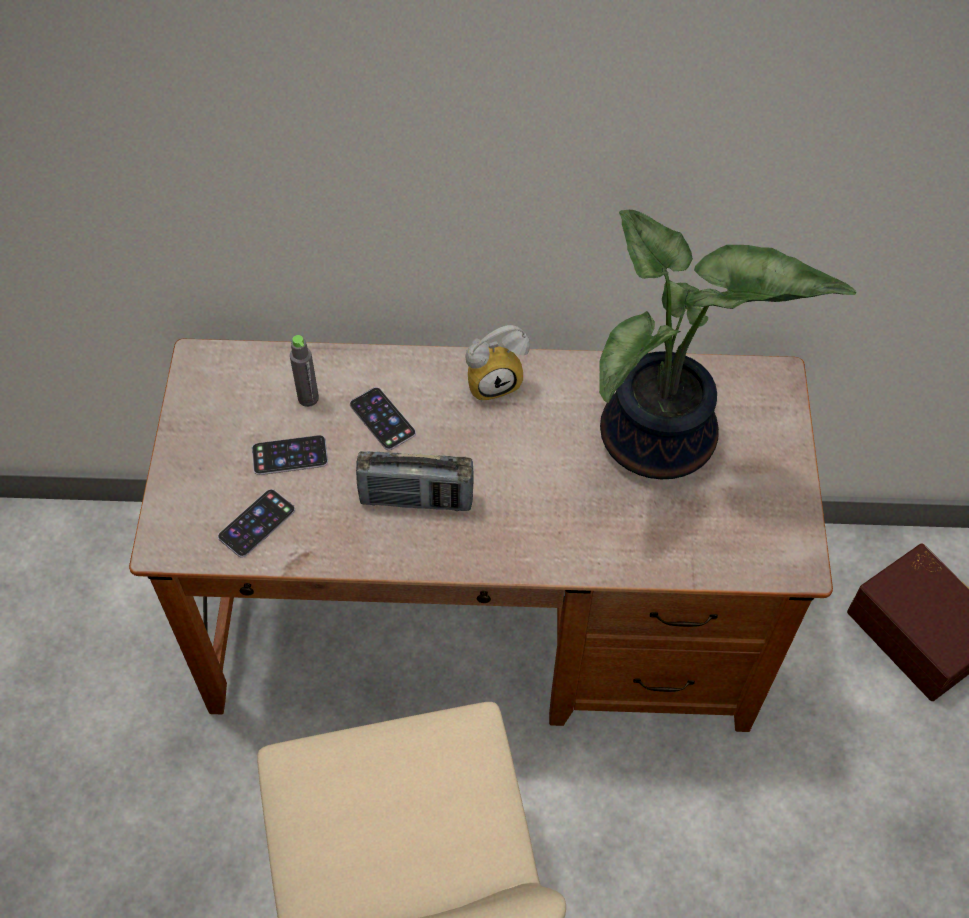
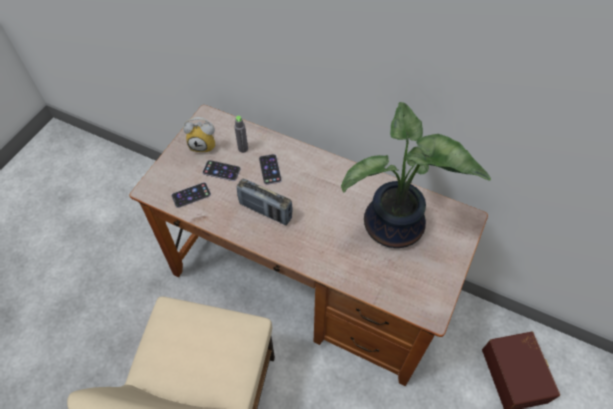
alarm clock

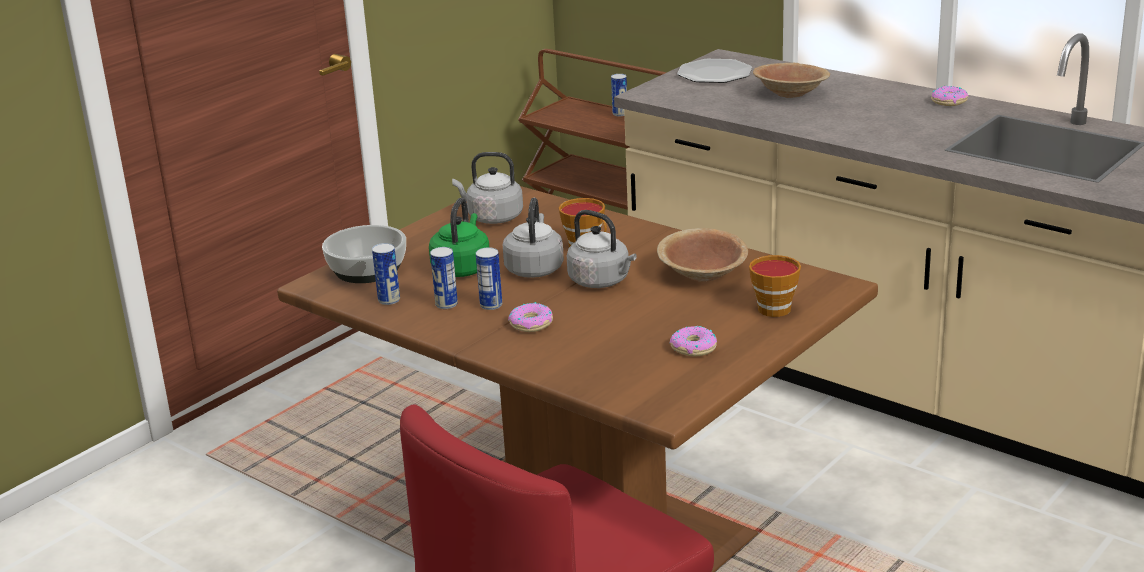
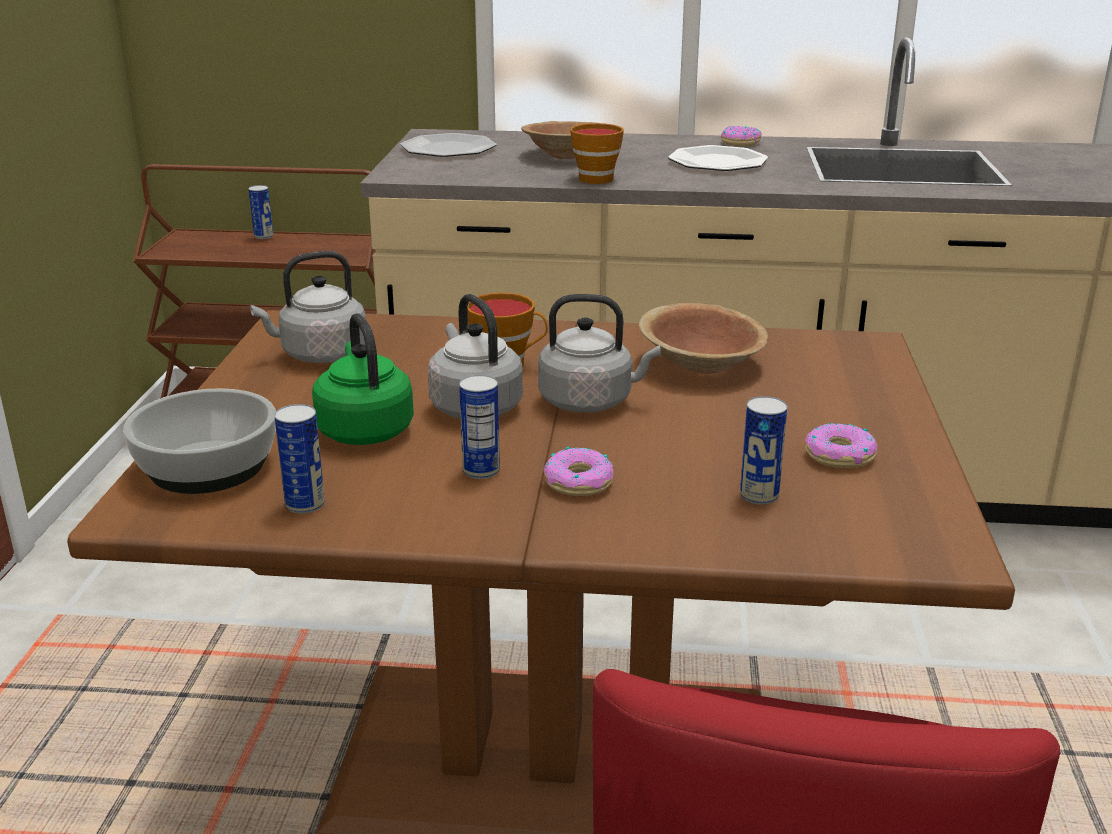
can (4th from left); drinking cup (2nd from left); dinner plate (2nd from left)

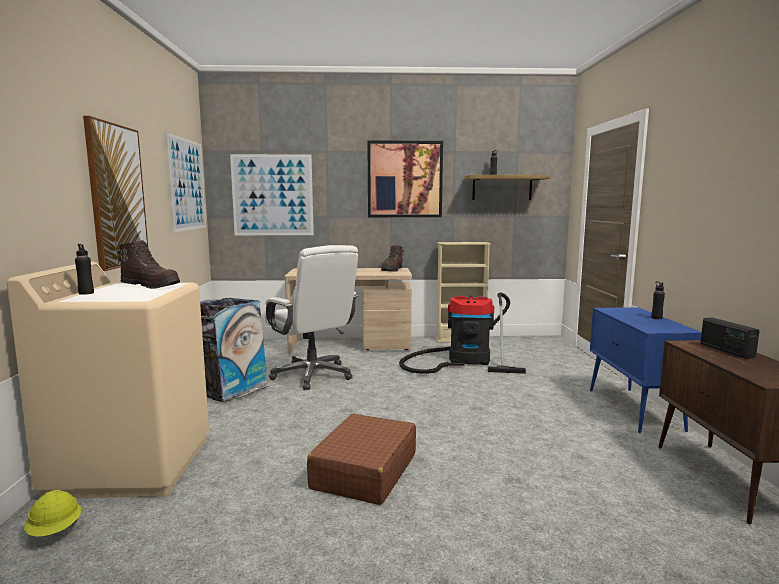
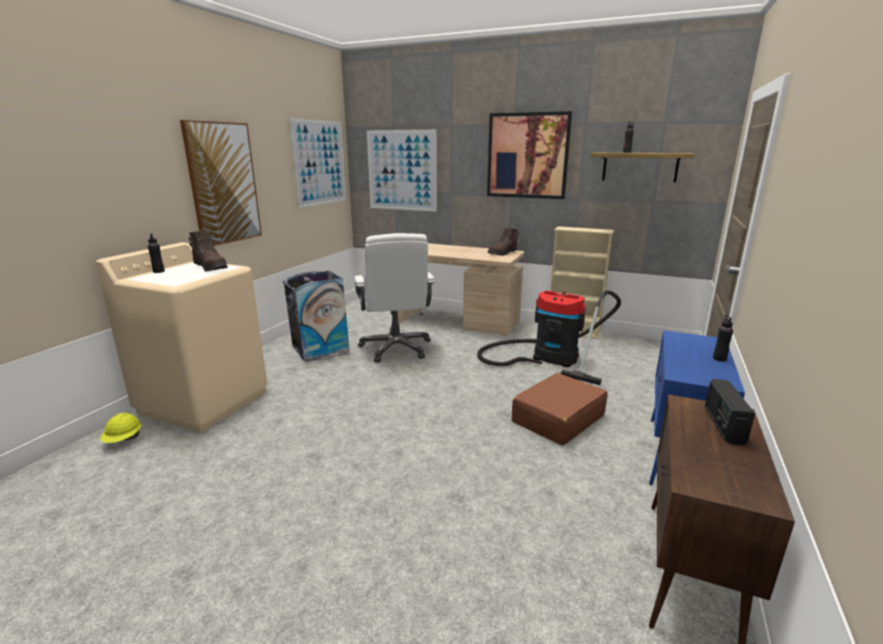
brownish travel case

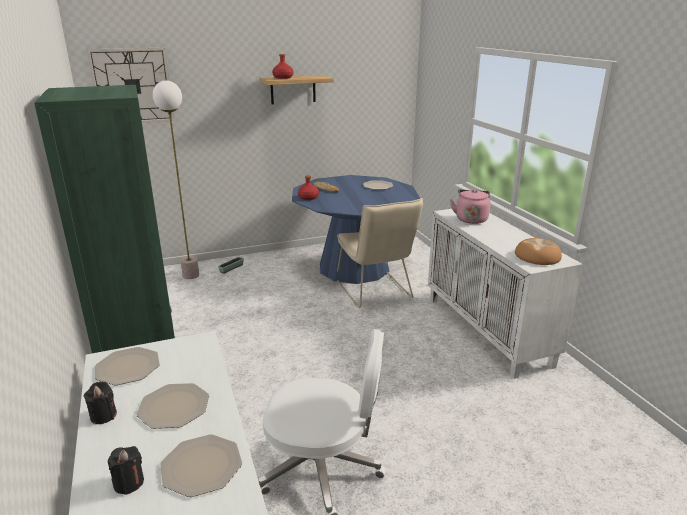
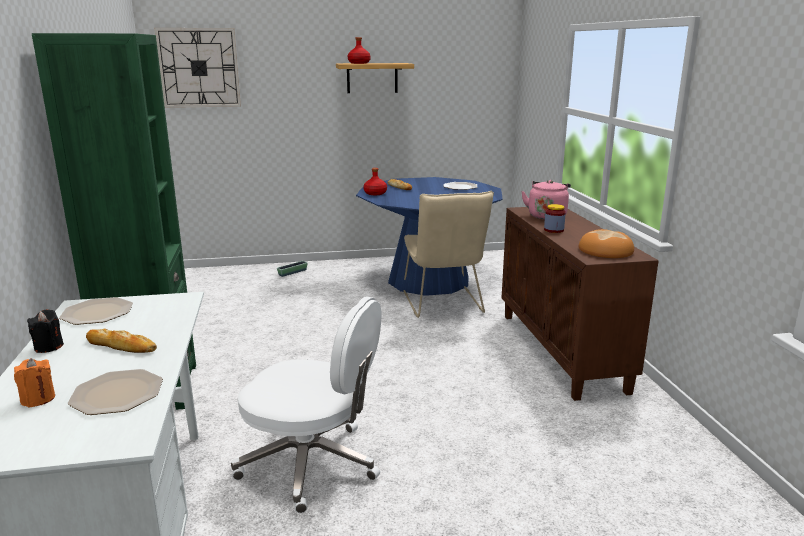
orange wax candle; baked bread (1st from left); standing lamp; brownish cabinet; preserve jar

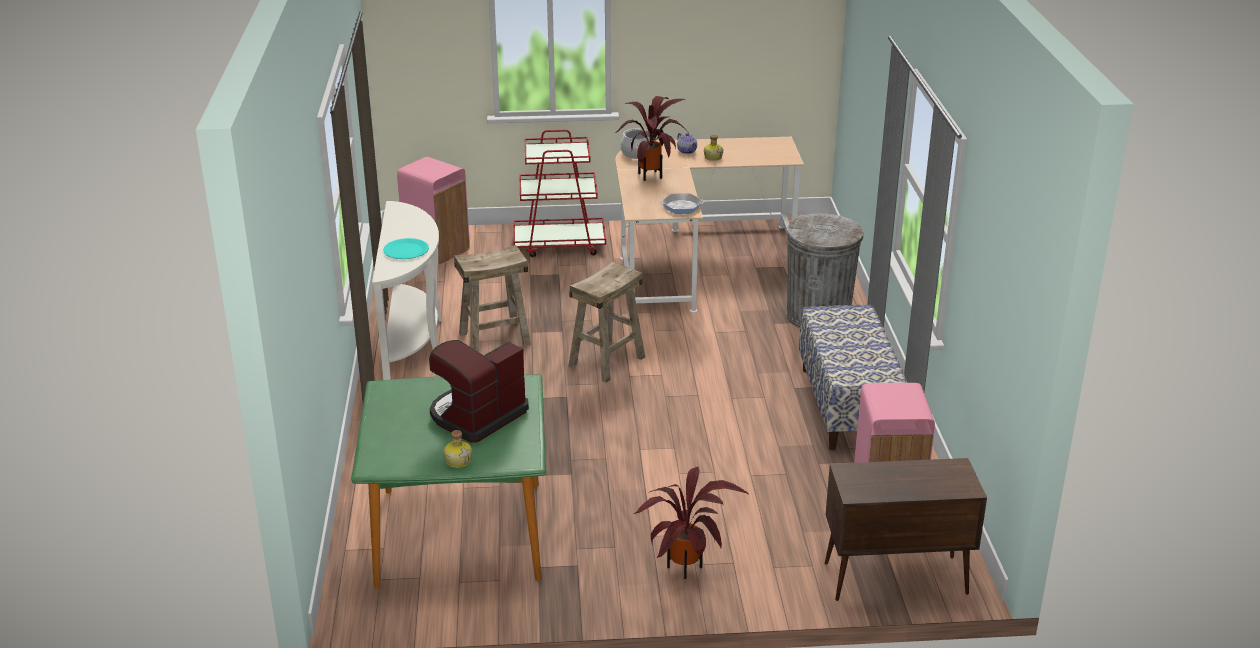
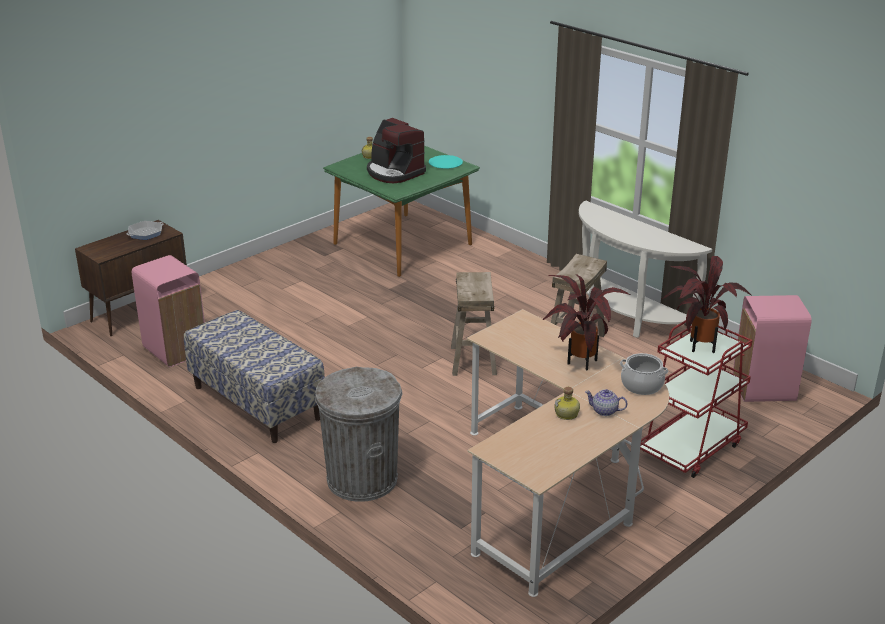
turquoise-coloured dinner plate; coffee maker; potted plant (2nd from left); frying pan

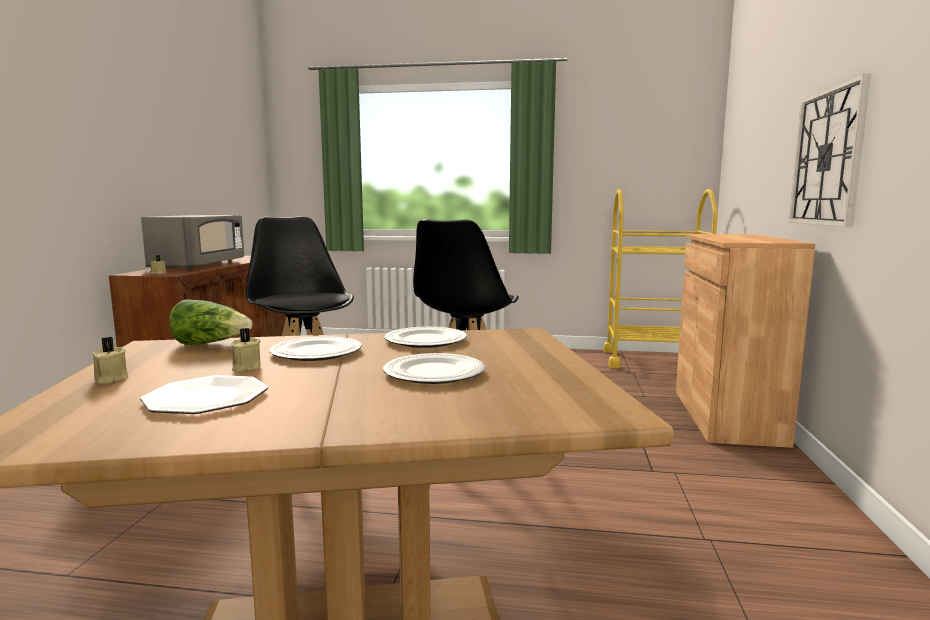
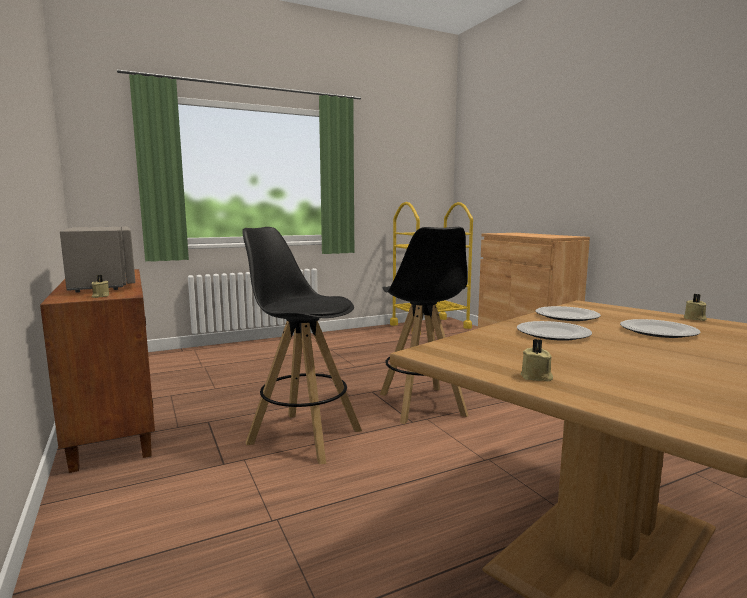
dinner plate (1st from left in the first image); lettuce head; sand-coloured wax candle (3rd from left); hanging clock

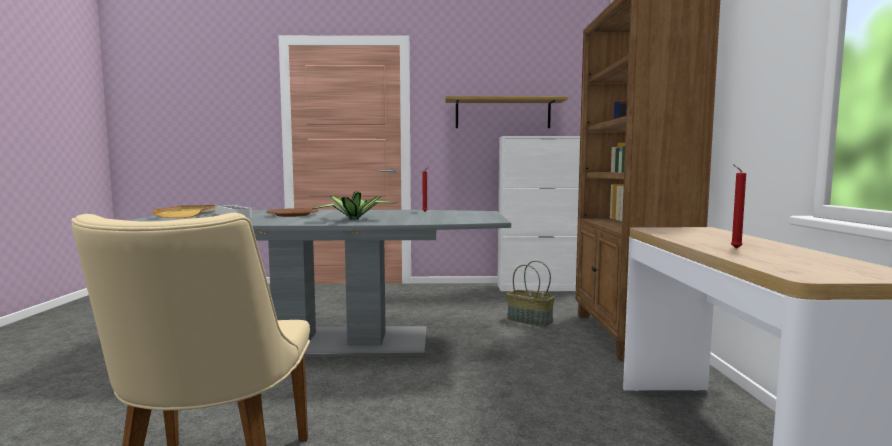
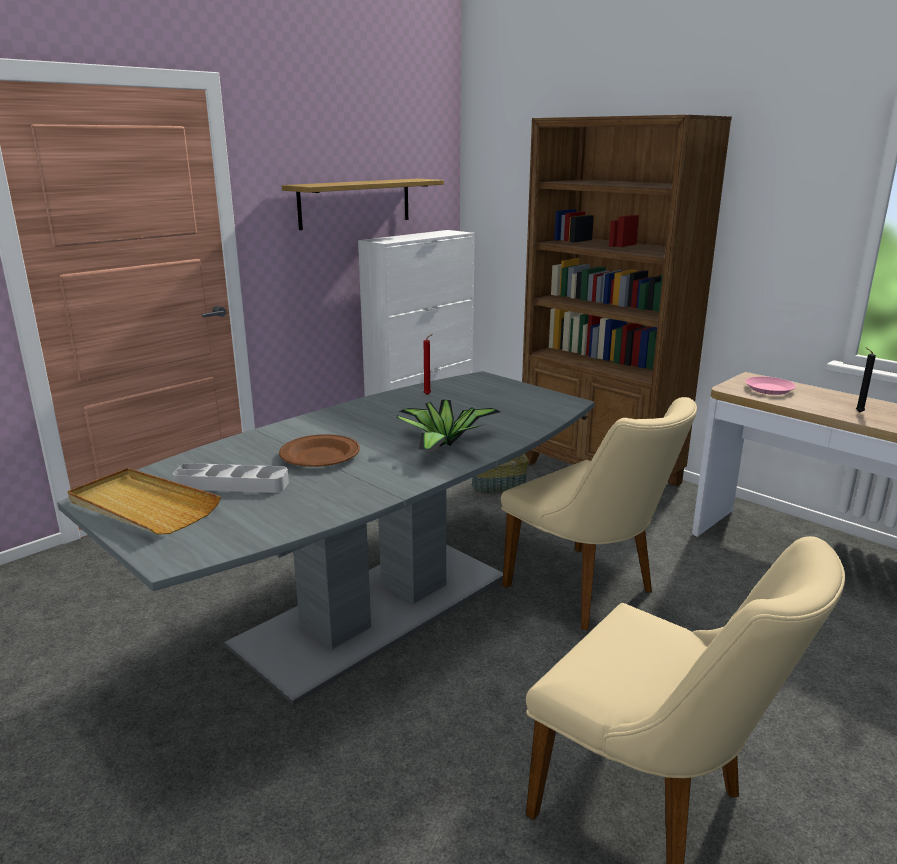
blackish wax candle; sand-coloured plain chair (1st from left); pinkish dinner plate

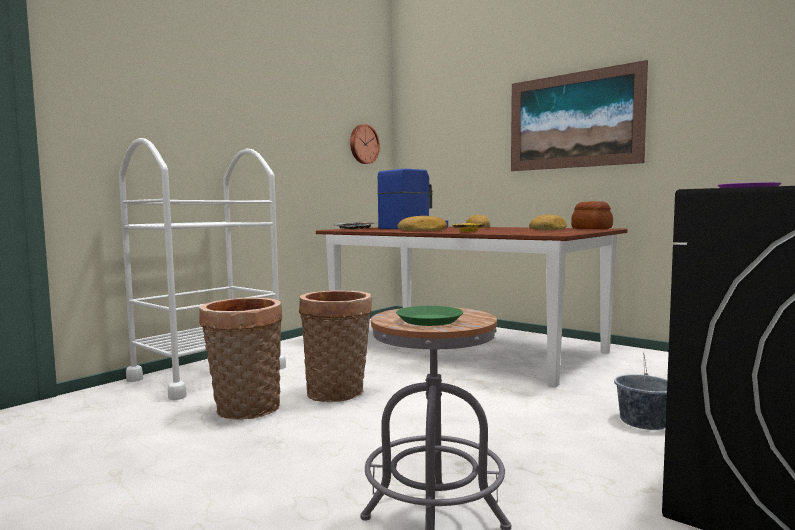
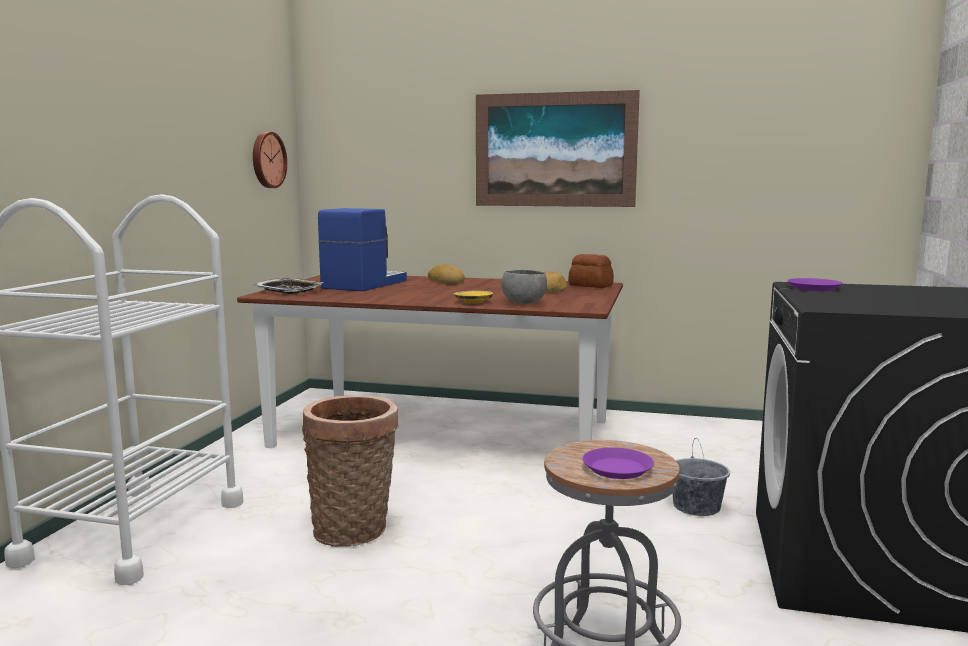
household basket (1st from left in the first image); purplish dinner plate (1st from left); baked bread (1st from left in the first image); greyish serving bowl

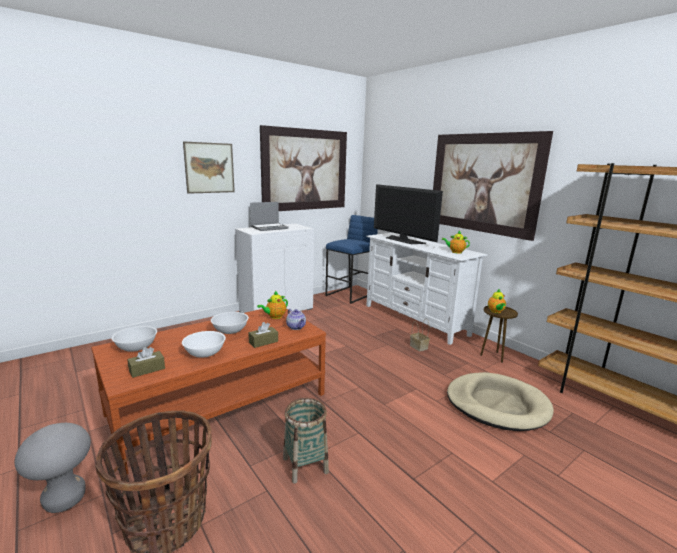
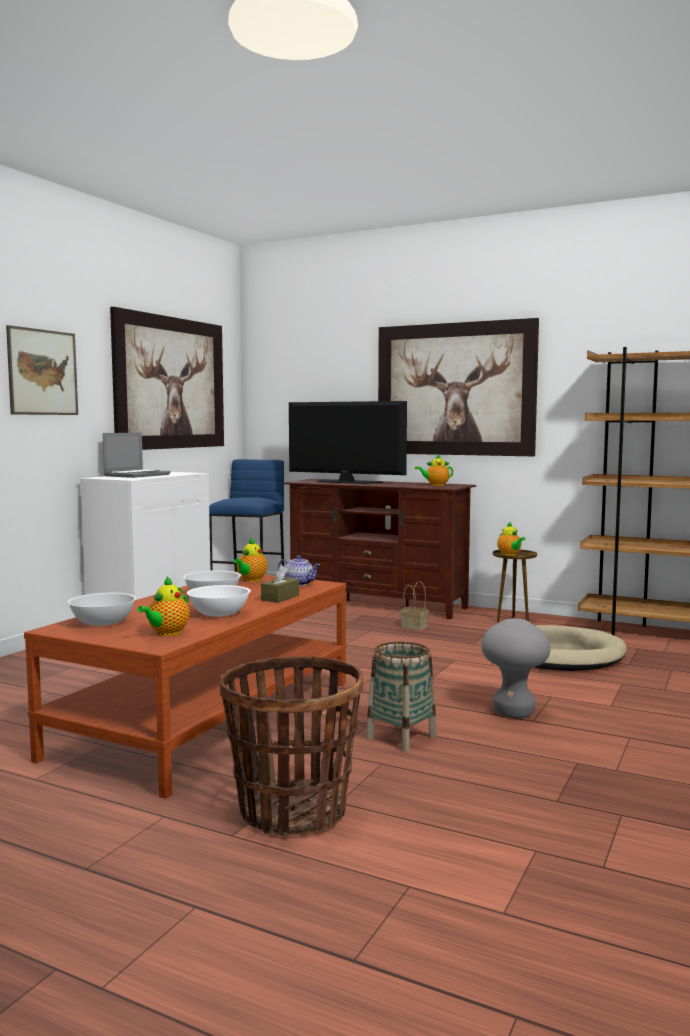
greyish stool; pot for tea (1st from left); brownish media console

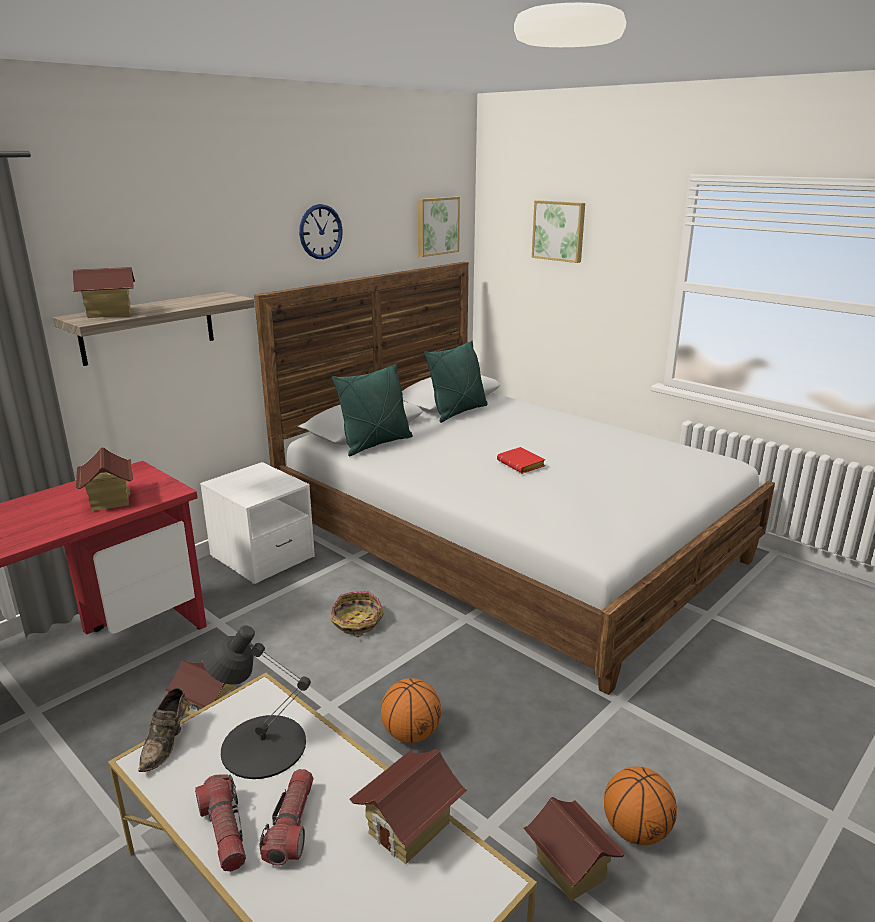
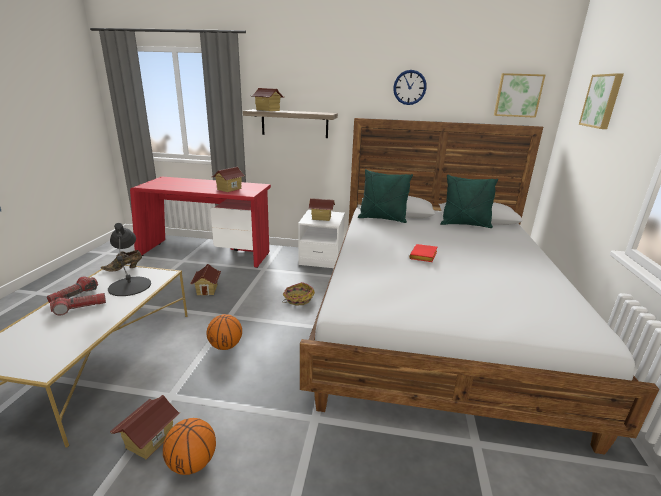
model house (5th from left)

